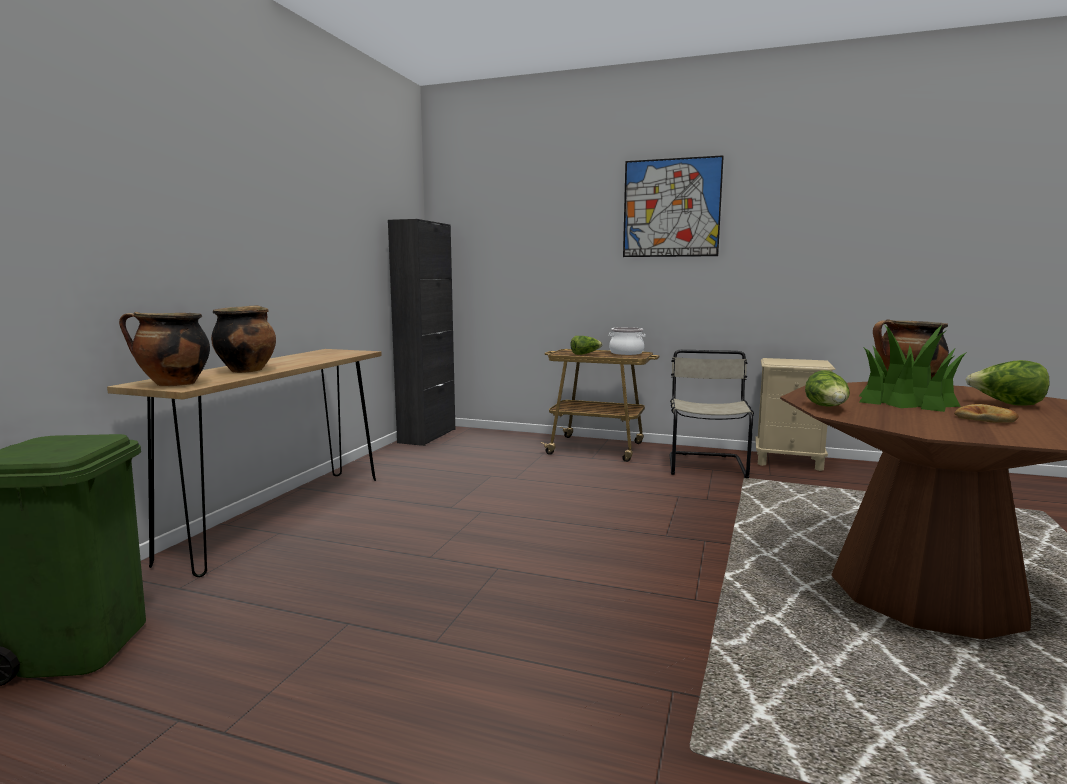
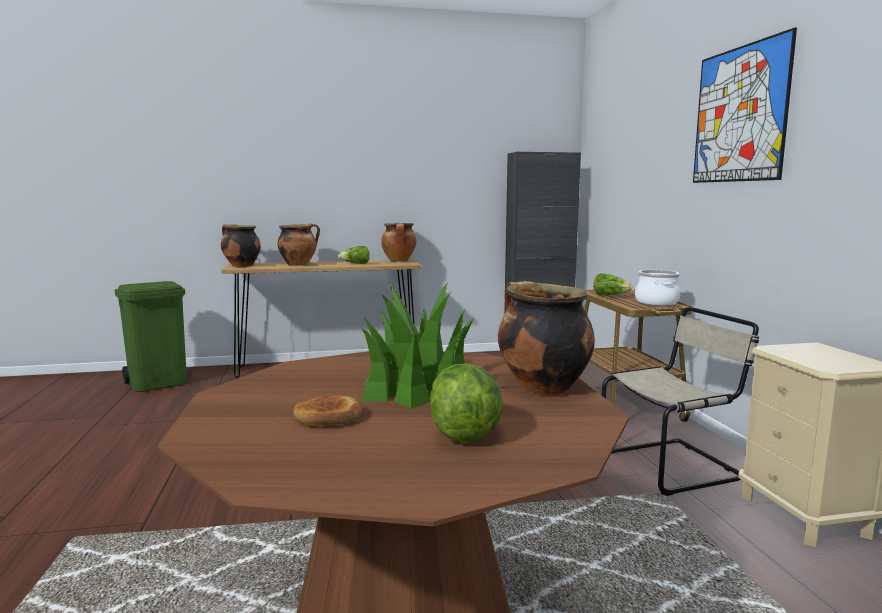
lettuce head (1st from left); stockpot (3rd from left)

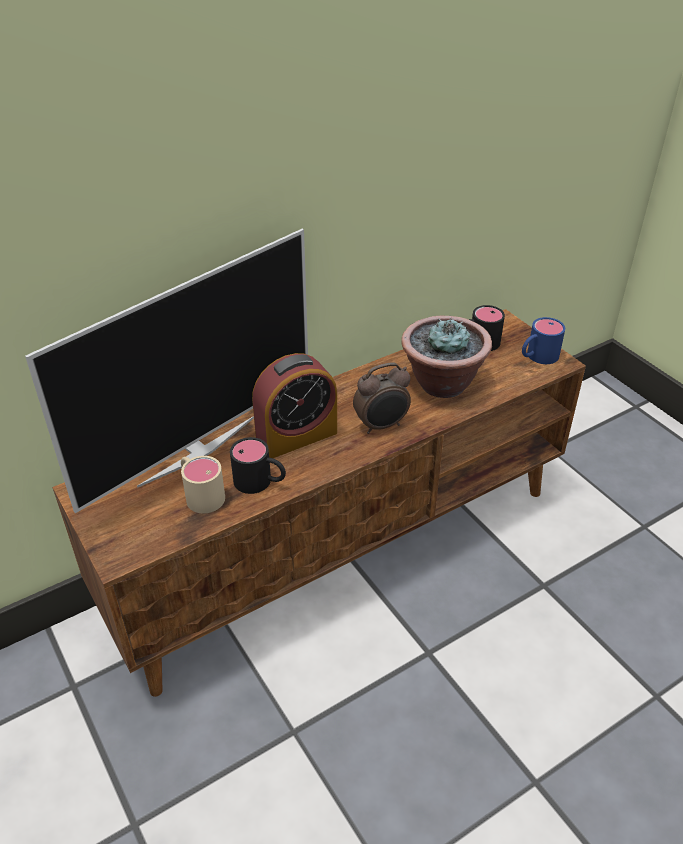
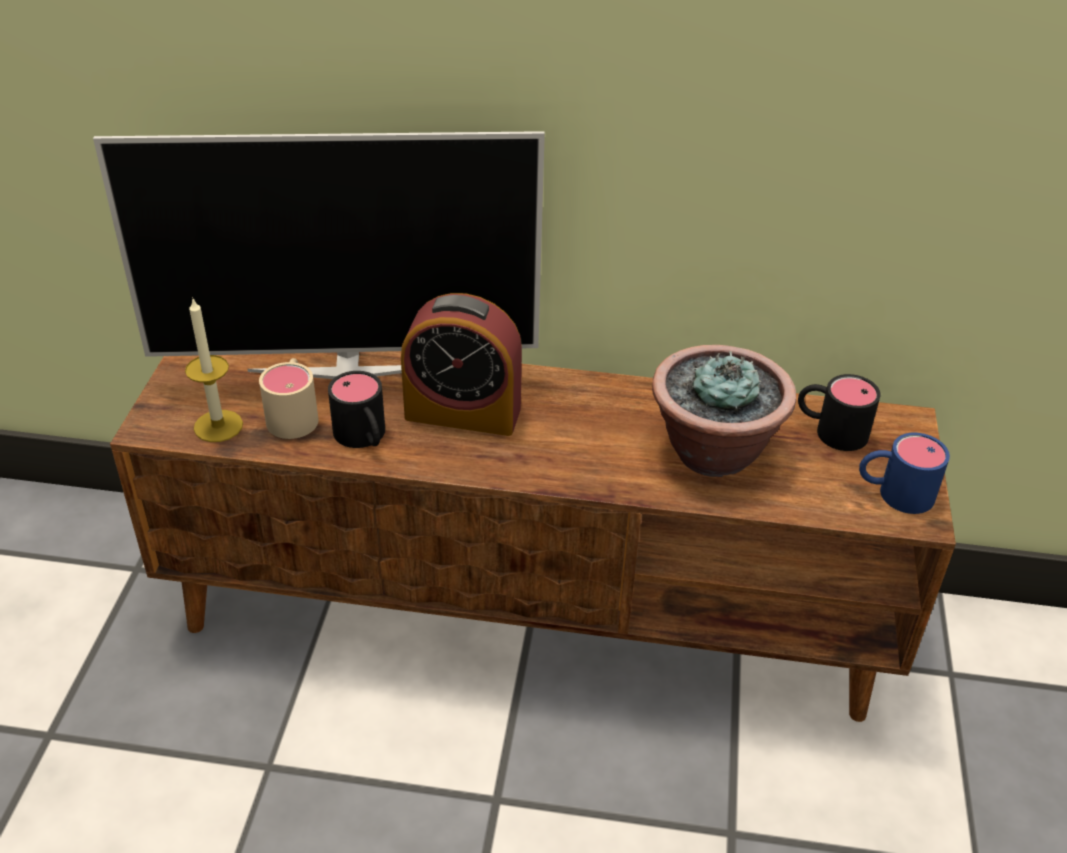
alarm clock (2nd from left in the first image); wax candle

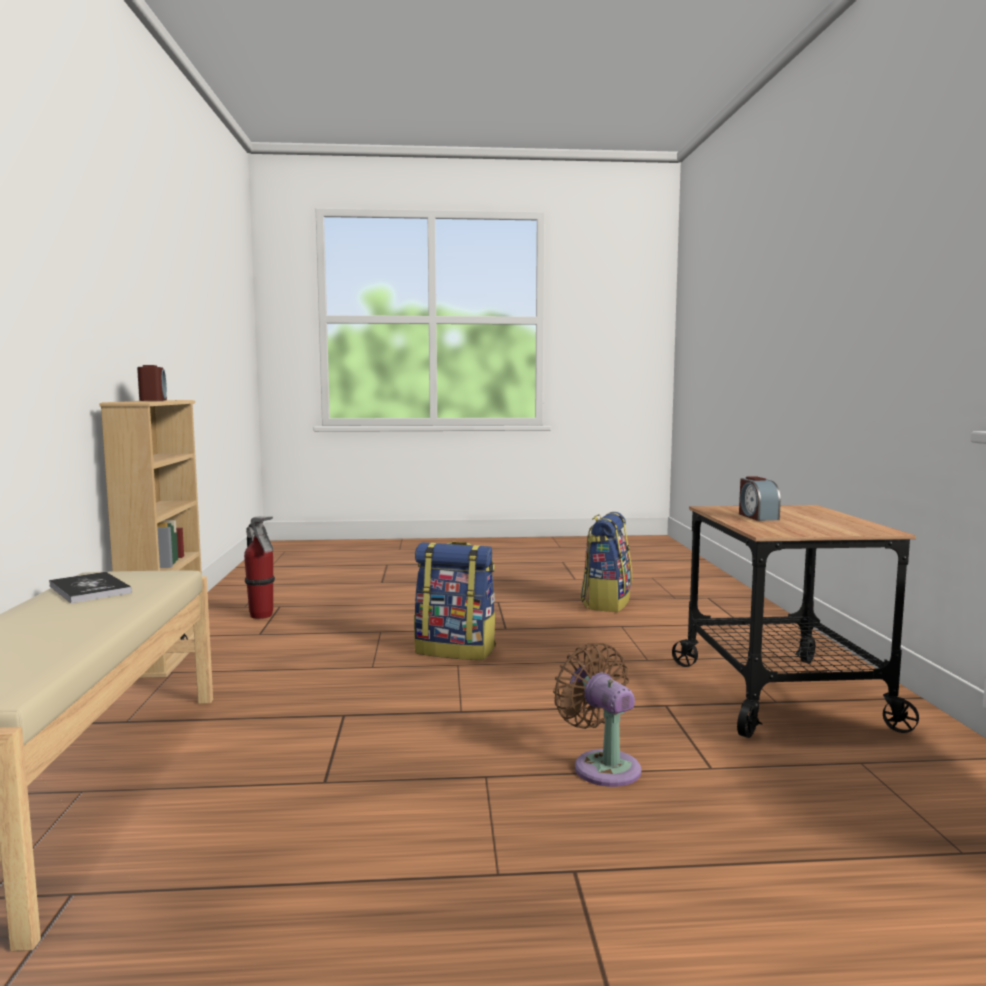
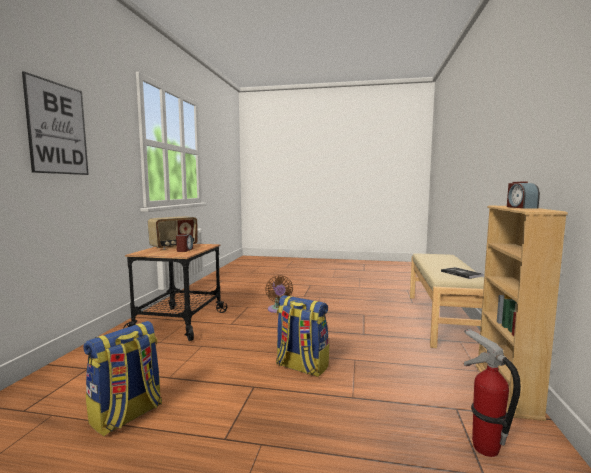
wall picture; radio

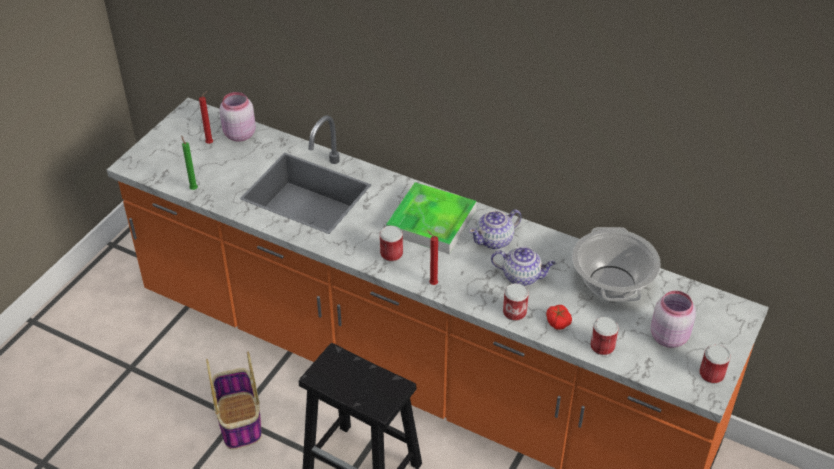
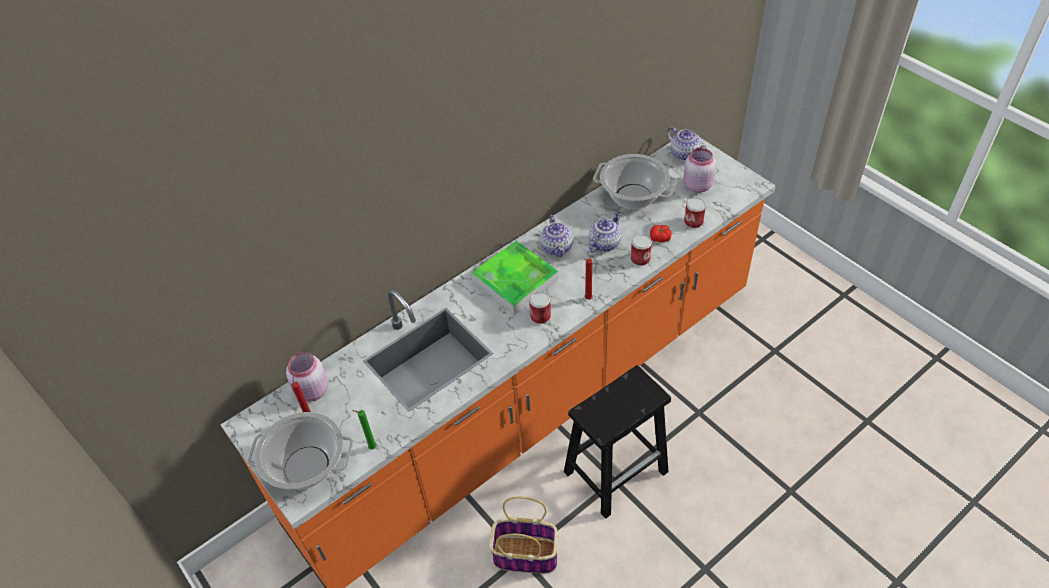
can (4th from left in the first image); stockpot (1st from left); pot for tea (3rd from left)

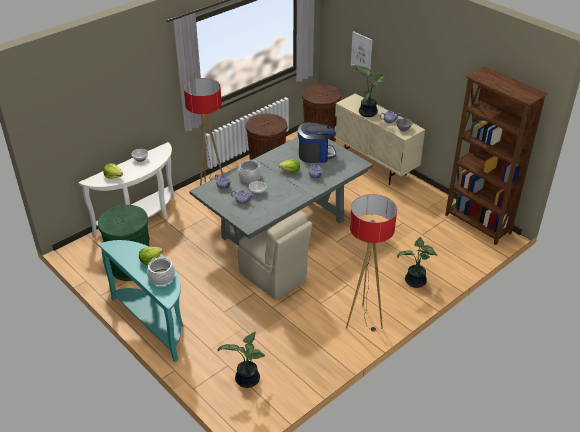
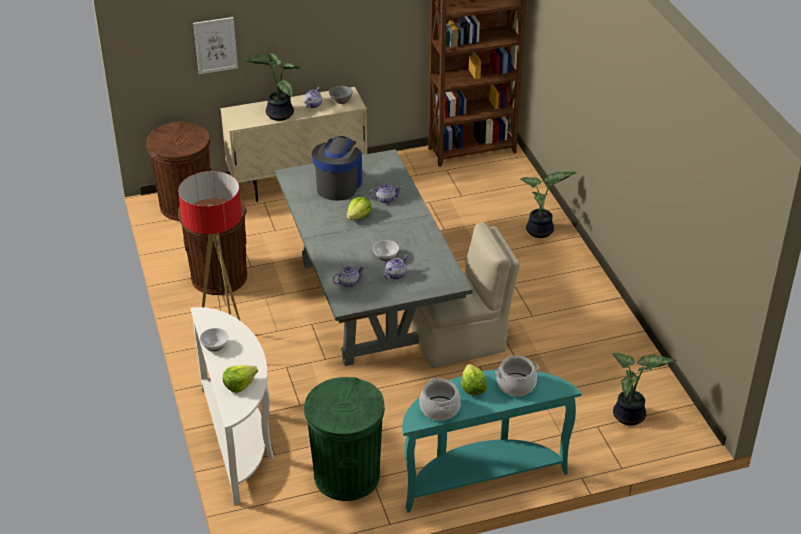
stockpot (1st from left); standing lamp (2nd from left in the first image)

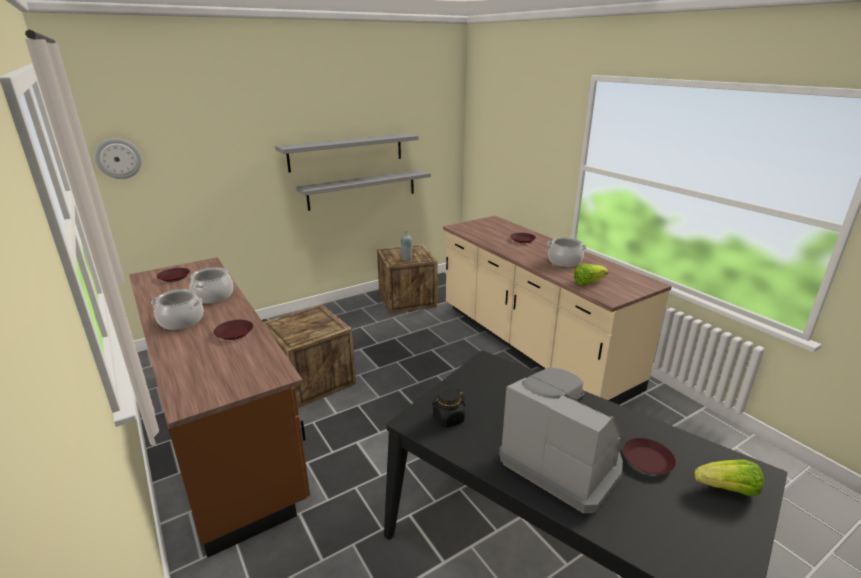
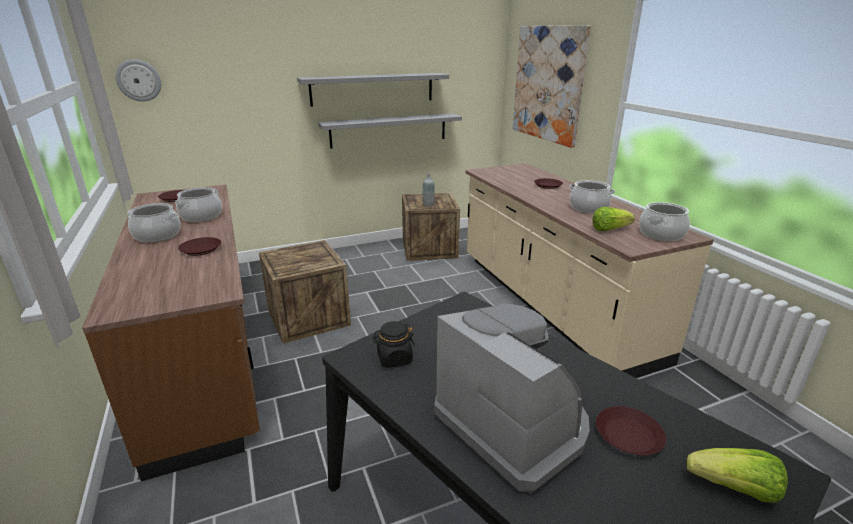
wall picture; stockpot (4th from left)

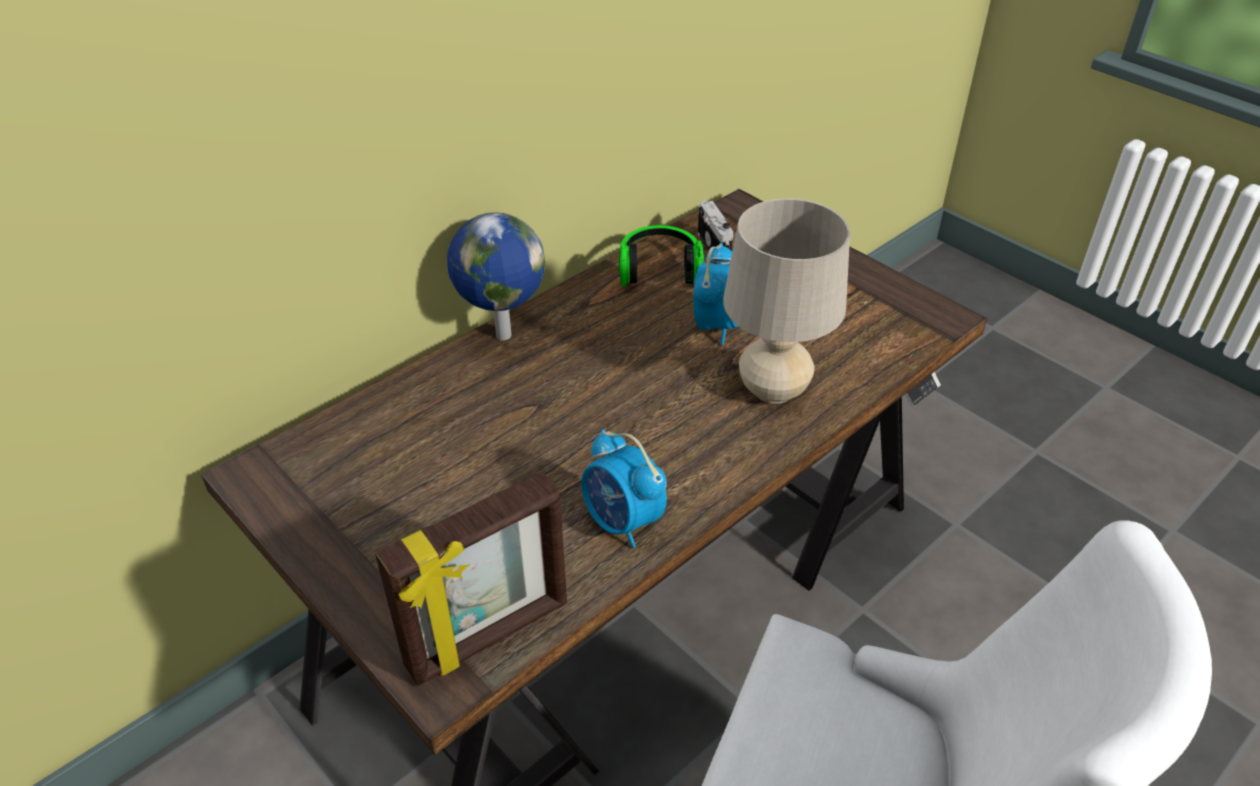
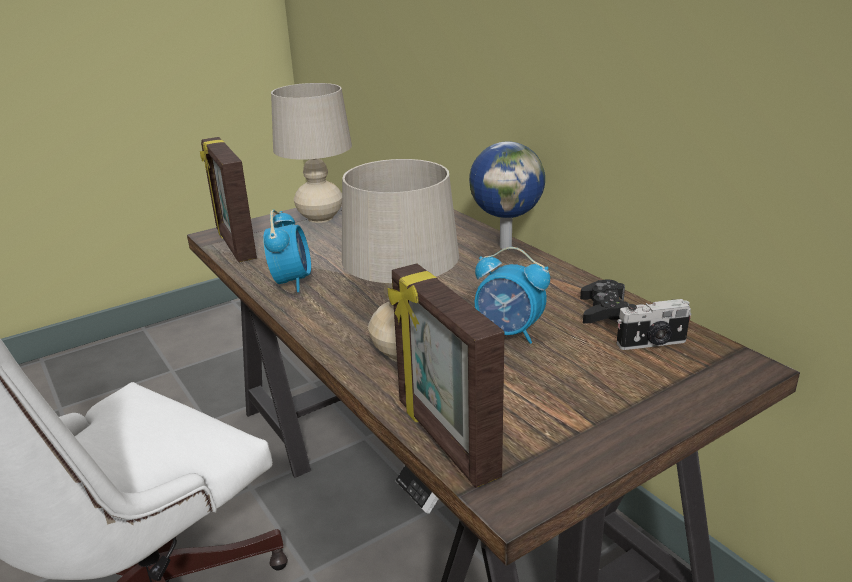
alarm clock (1st from left); blackish game controller; sand-coloured tabletop lamp (1st from left); photo frame (2nd from left)

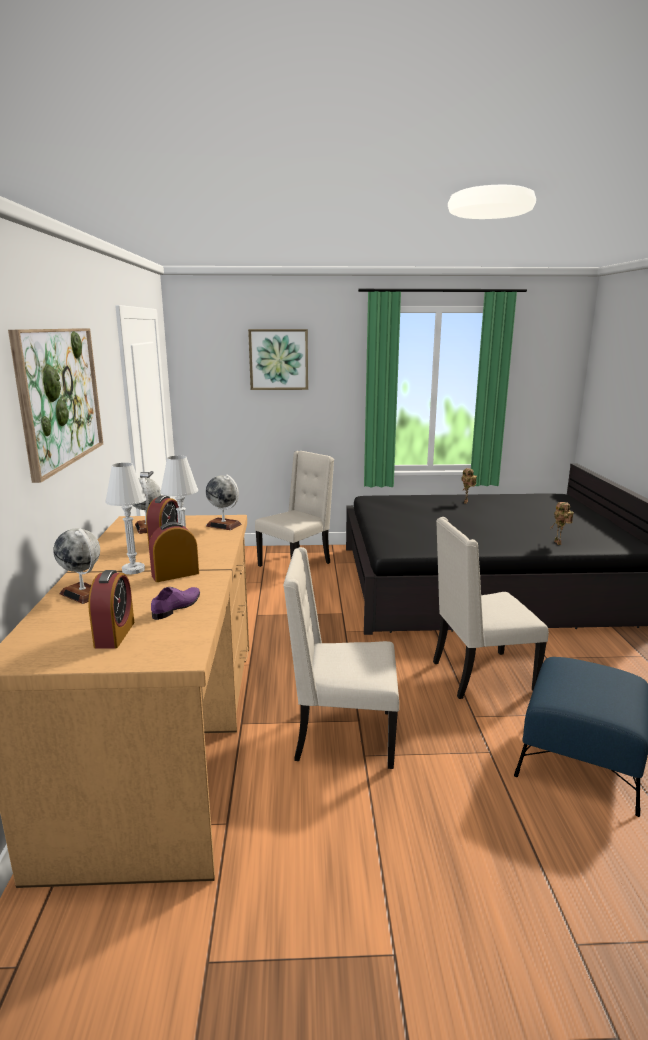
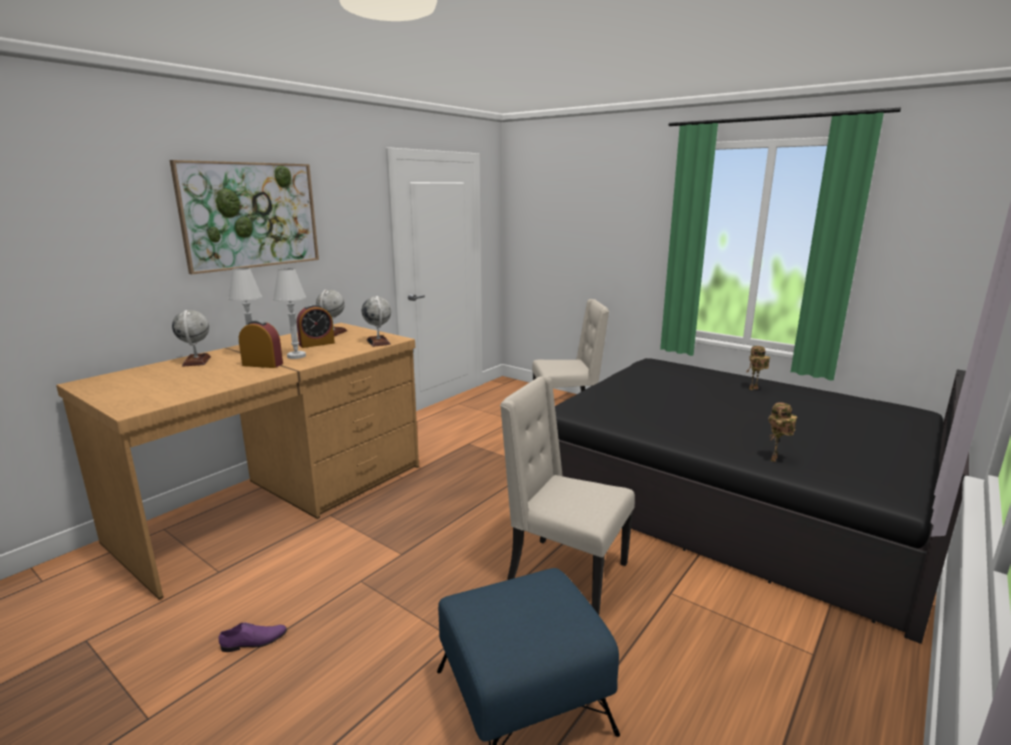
alarm clock (1st from left in the first image); purplish low shoe; wall picture (2nd from left in the first image); sand-coloured plain chair (2nd from left in the first image)

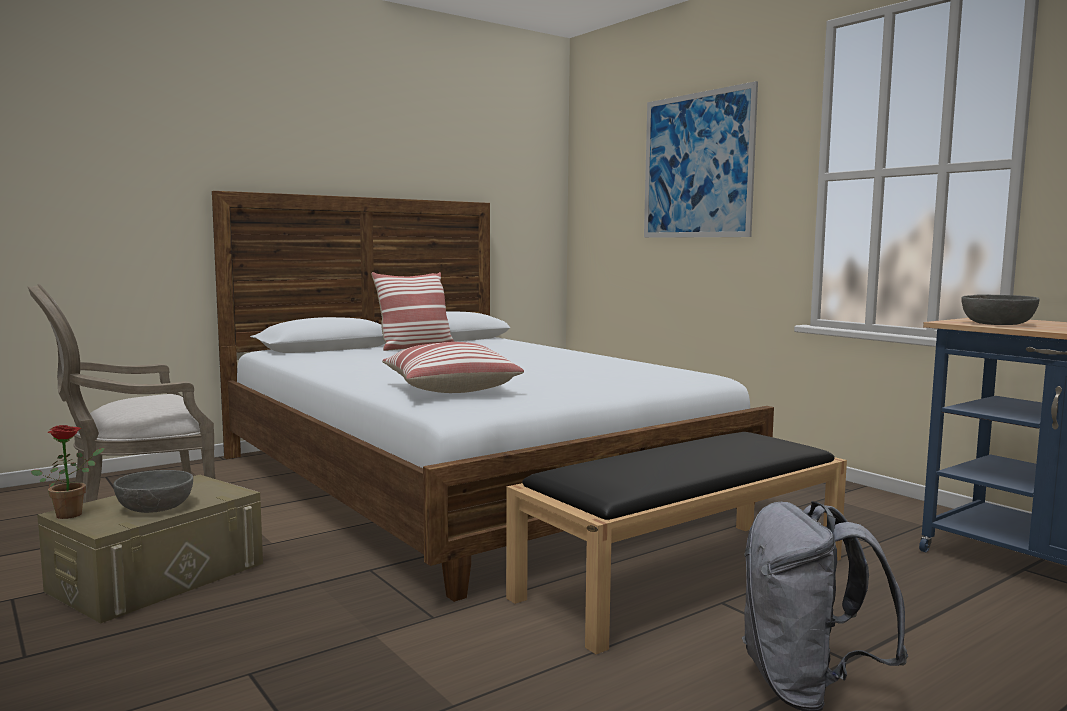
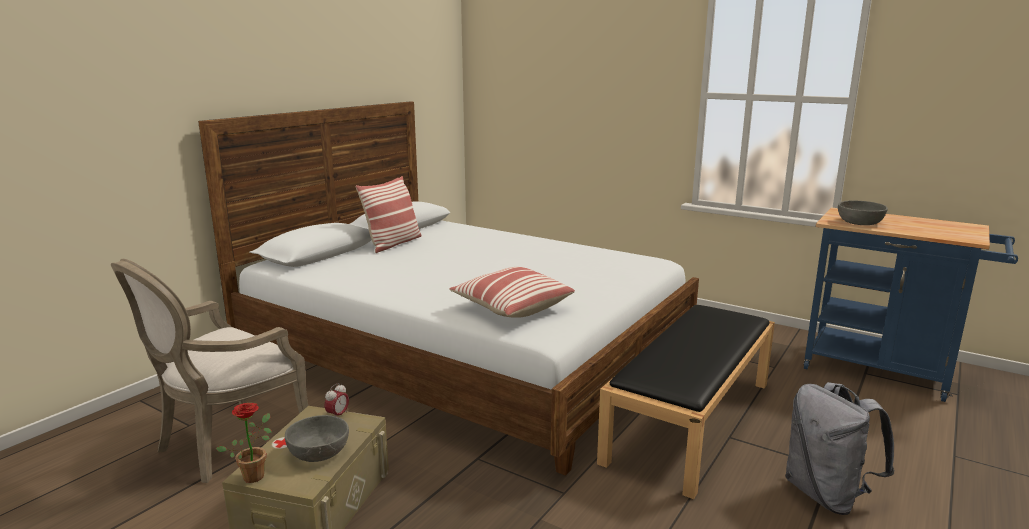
wall picture; alarm clock

